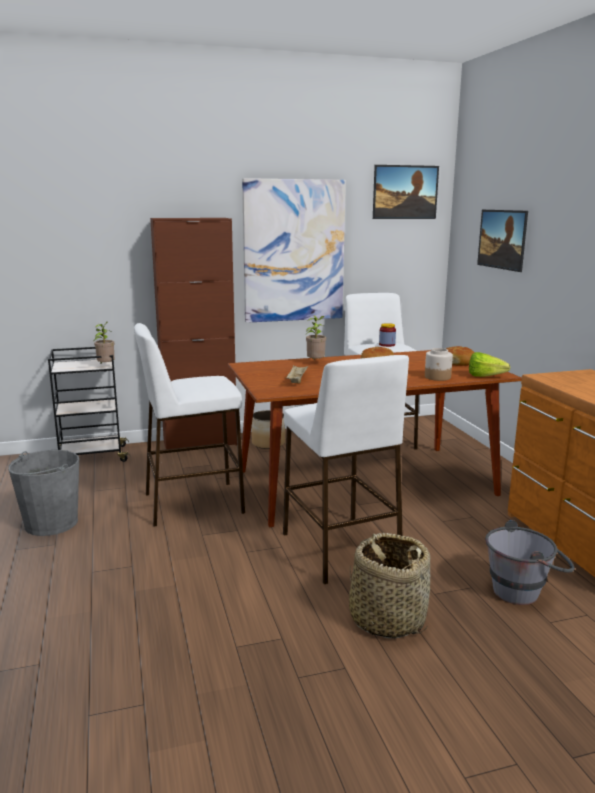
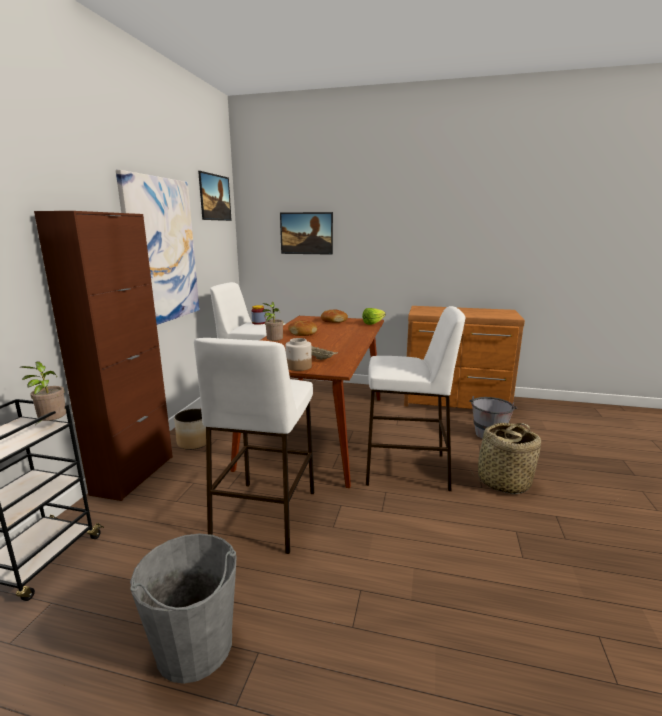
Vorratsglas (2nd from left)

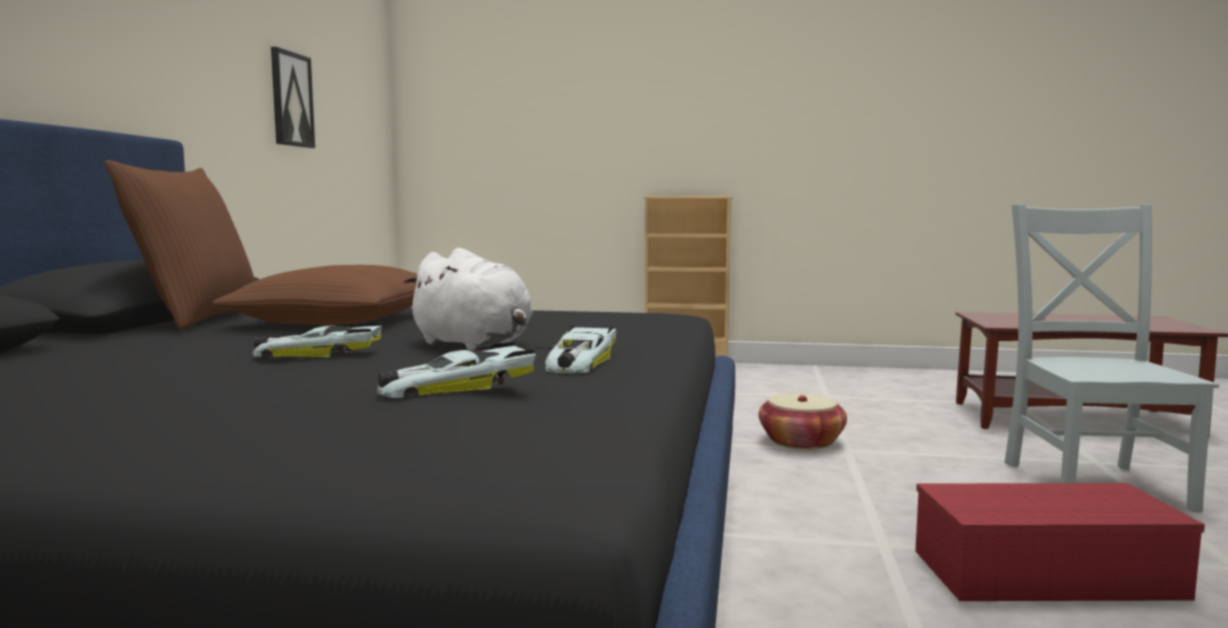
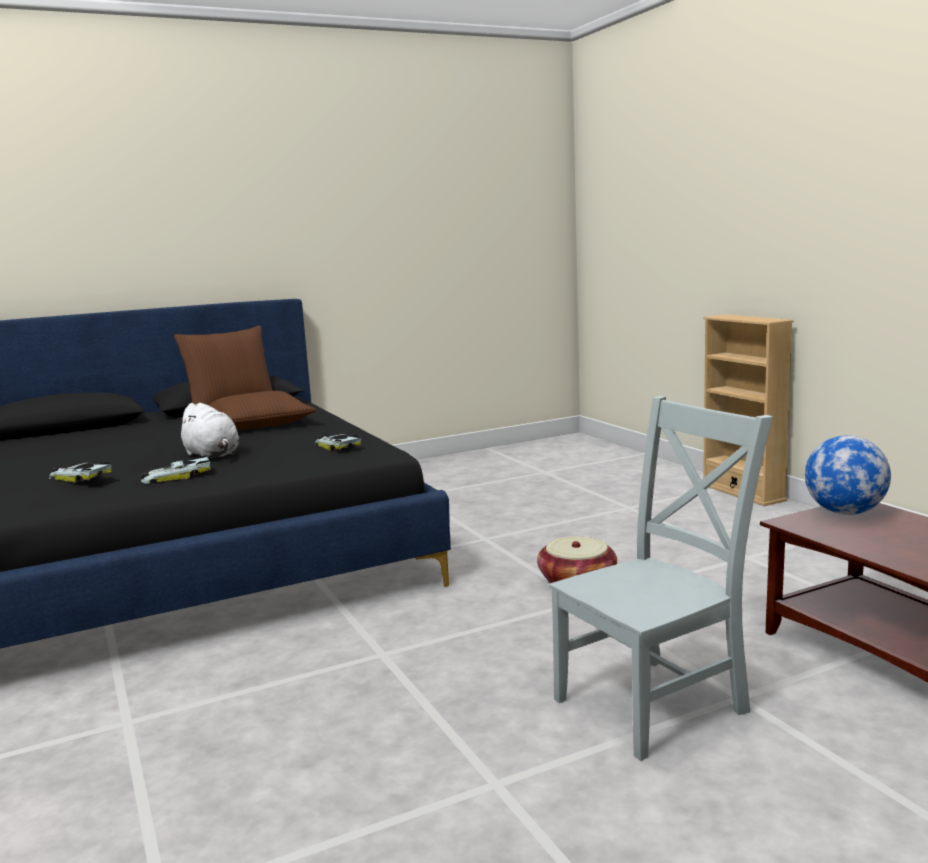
Bild; Plüschtier/weiß; Spielzeugauto (3rd from left); Aufbewahrungsbox/rot; Globus

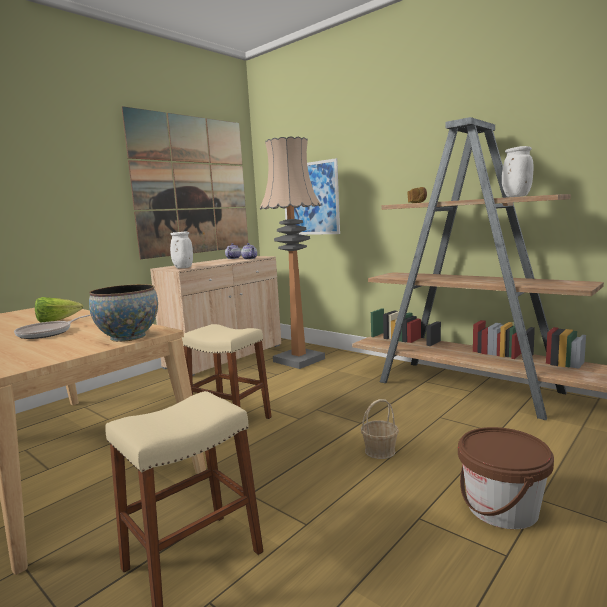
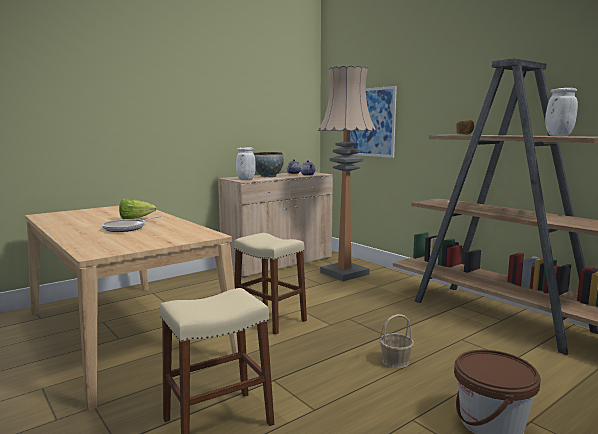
Bild (1st from left in the first image); Schüssel

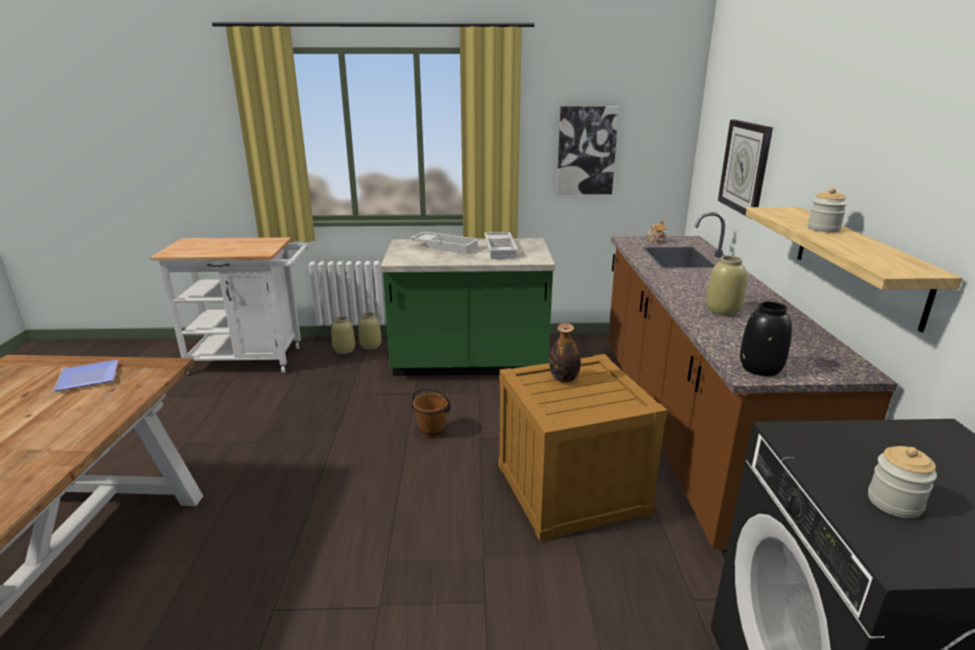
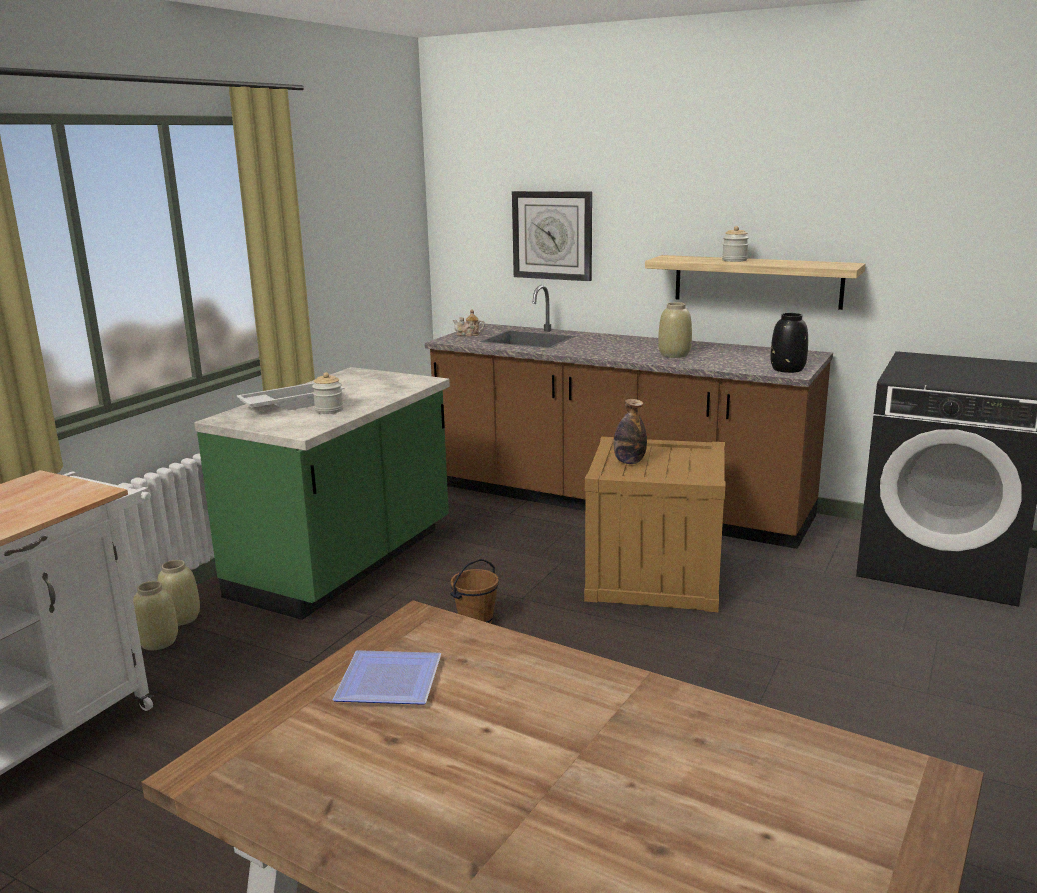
Bild; Tablett/weiß (2nd from left in the first image); Vorratsglas (1st from left)

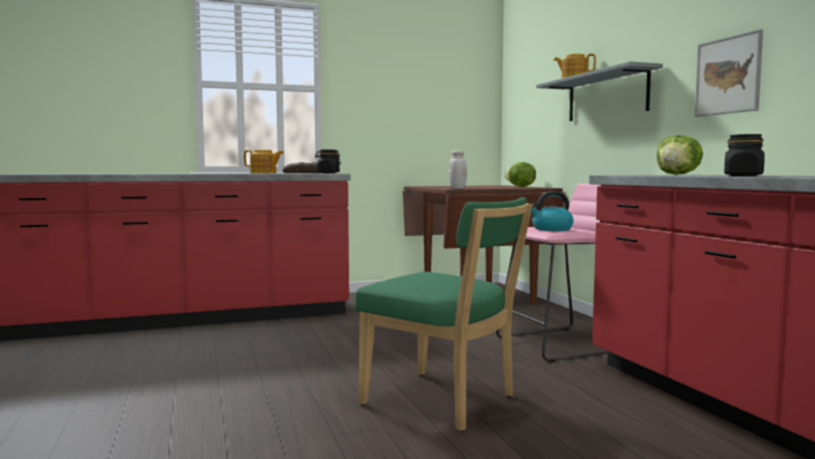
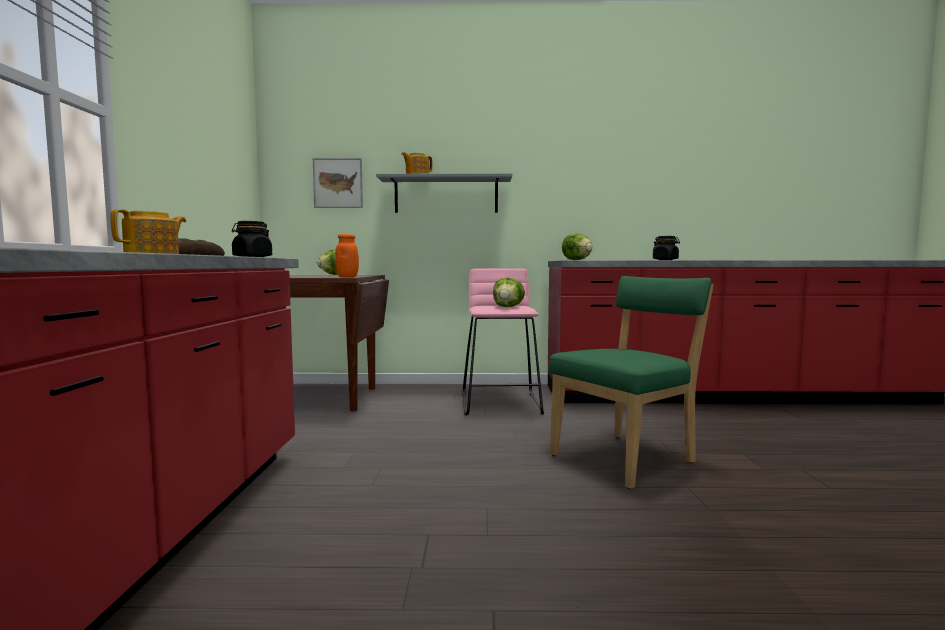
Bild; Vorratsglas/orange; Salatkopf (2nd from left)

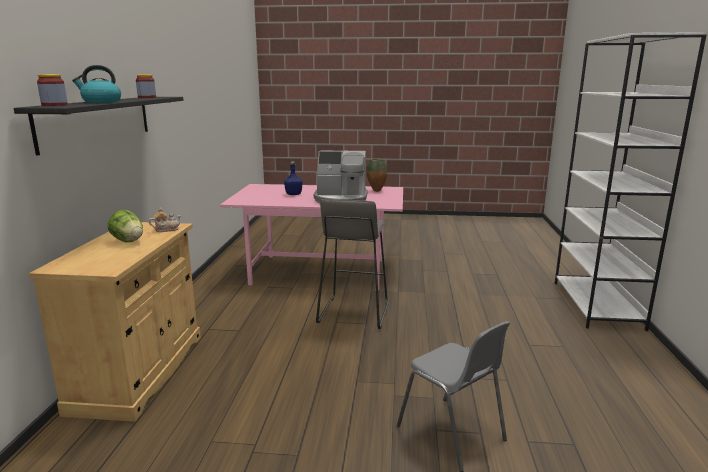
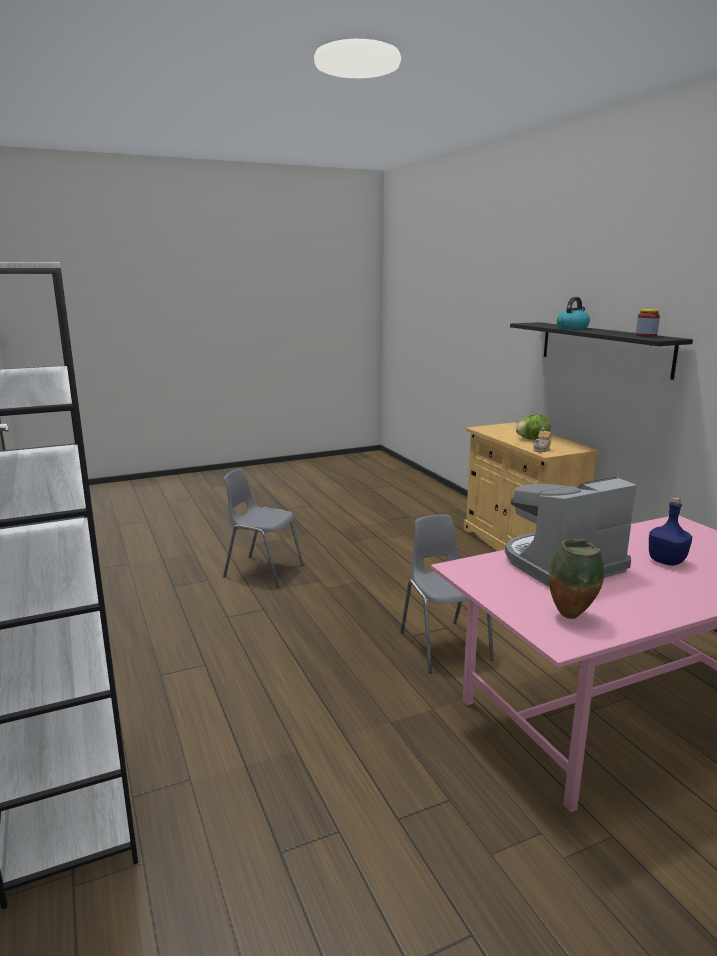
Vorratsglas (1st from left in the first image); Stuhl/grau (2nd from left)

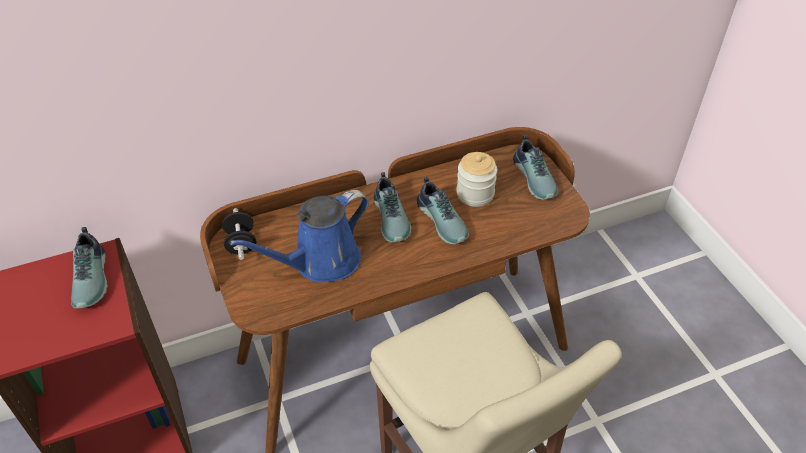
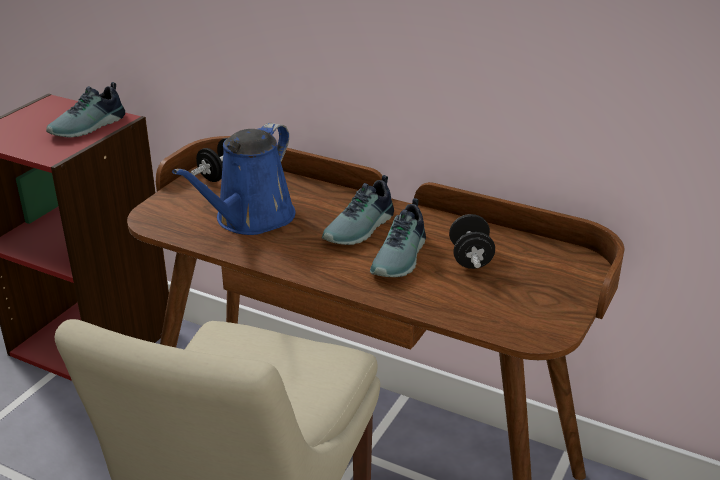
Schuh (4th from left in the first image); Hantel/schwarz (2nd from left); Gießkanne/blau

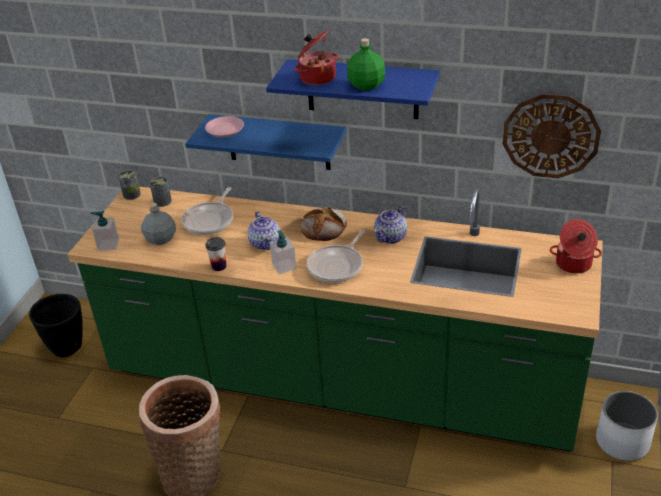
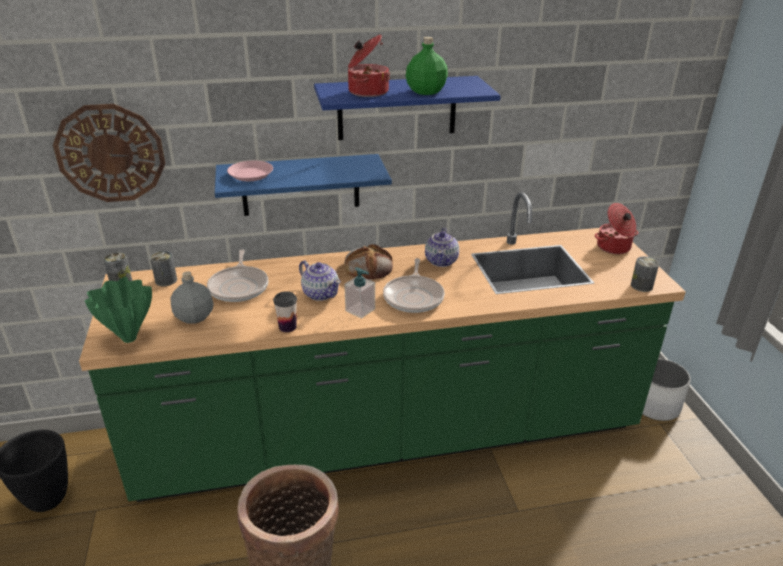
Wanduhr; Vase/grün; Dose (3rd from left)

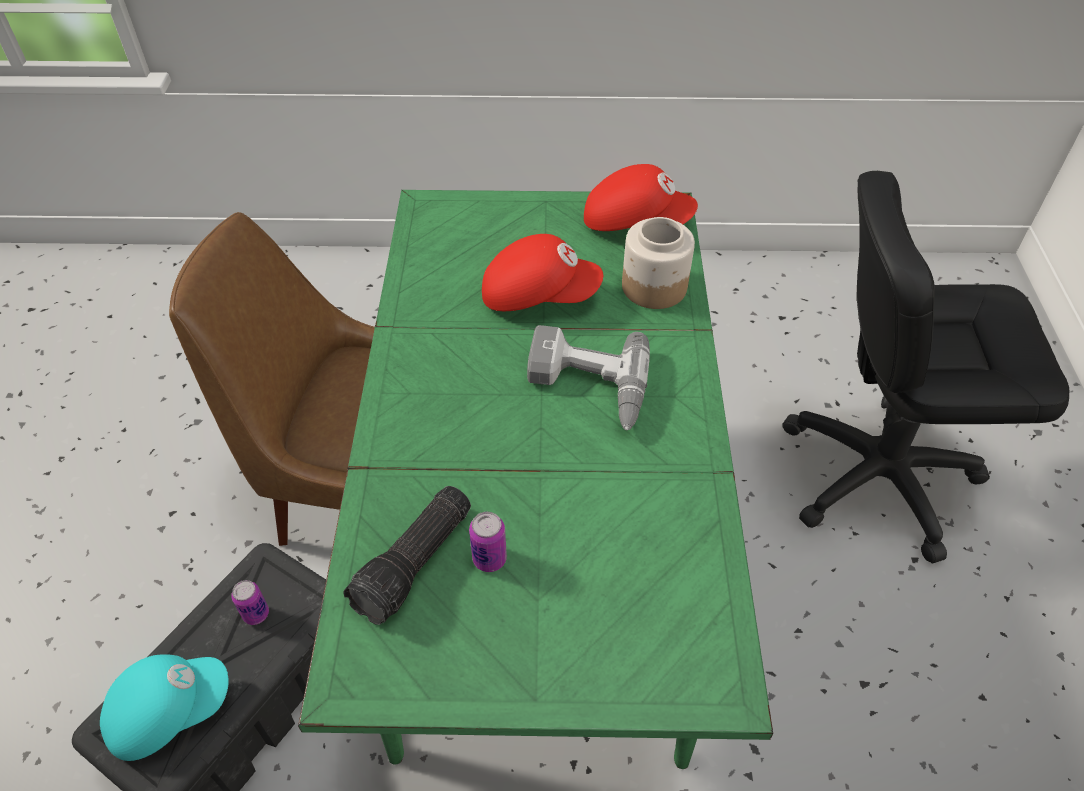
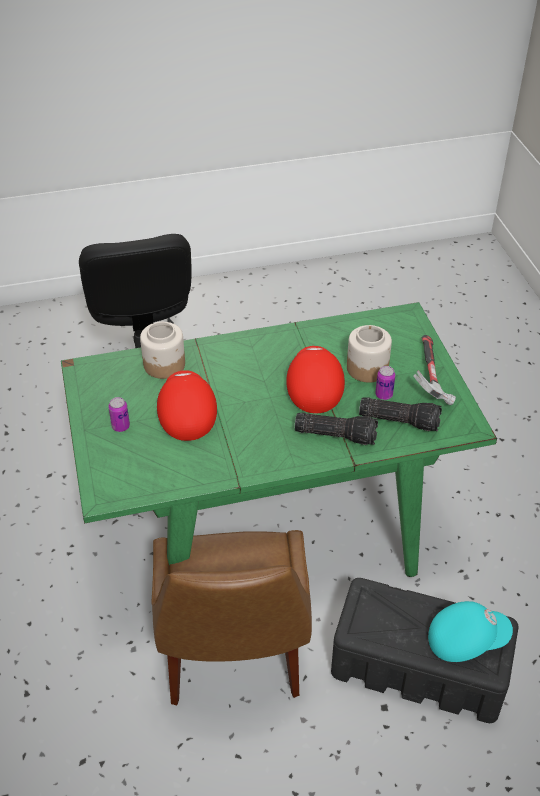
Kappe/rot (2nd from left); Bohrmaschine; Dose (1st from left); Kappe/türkis; Vorratsglas (2nd from left); Hammer; Taschenlampe (1st from left)

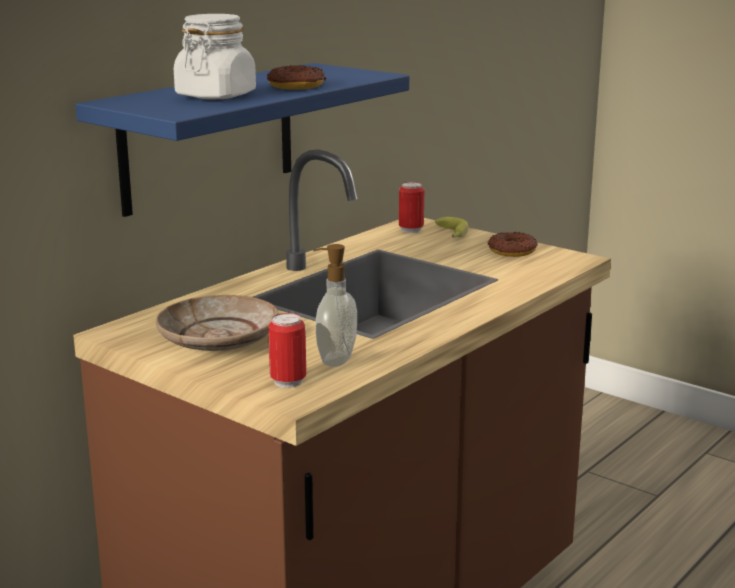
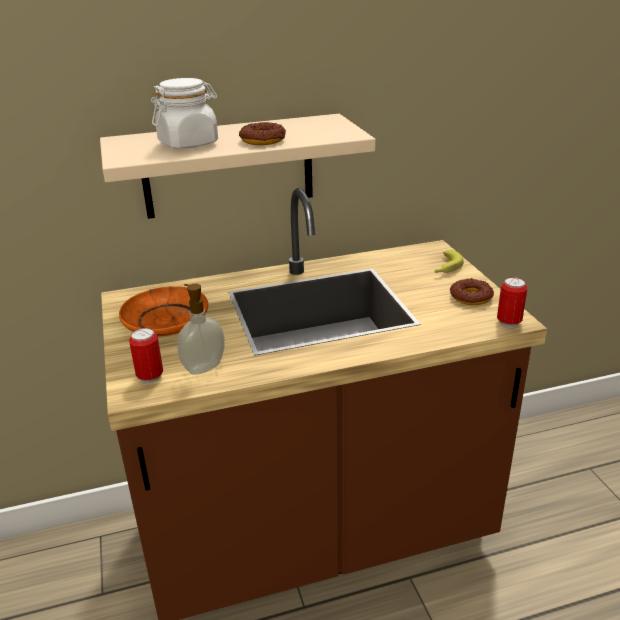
Wandregal/beige; Dose (2nd from left); Teller/orange

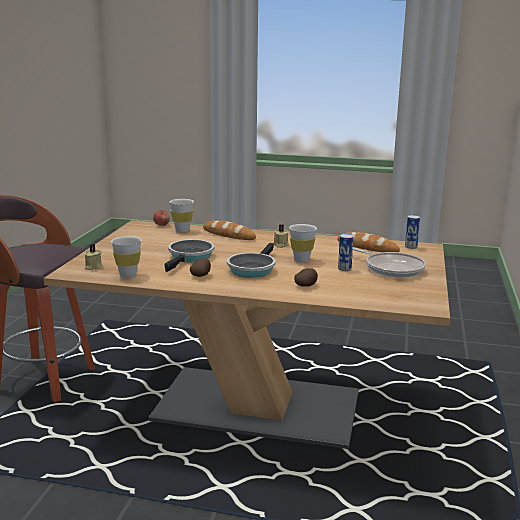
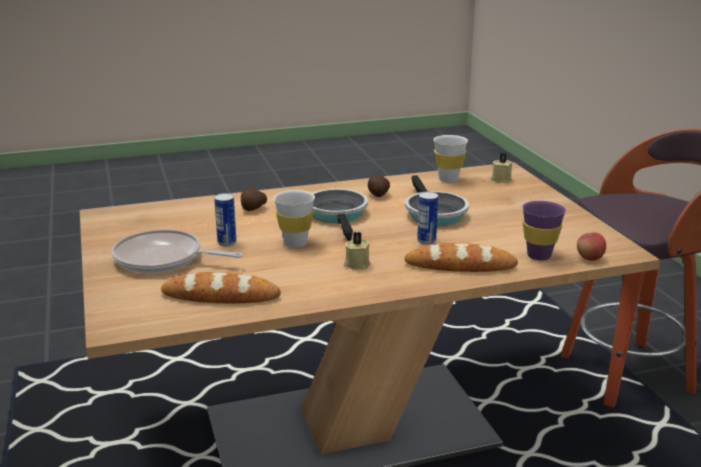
Tasse/lila; Dose (2nd from left)

